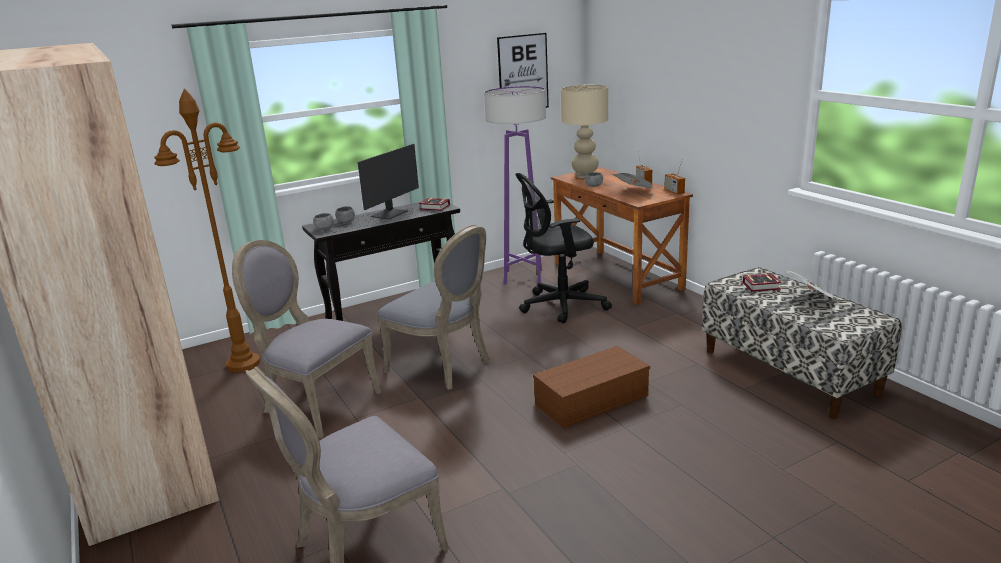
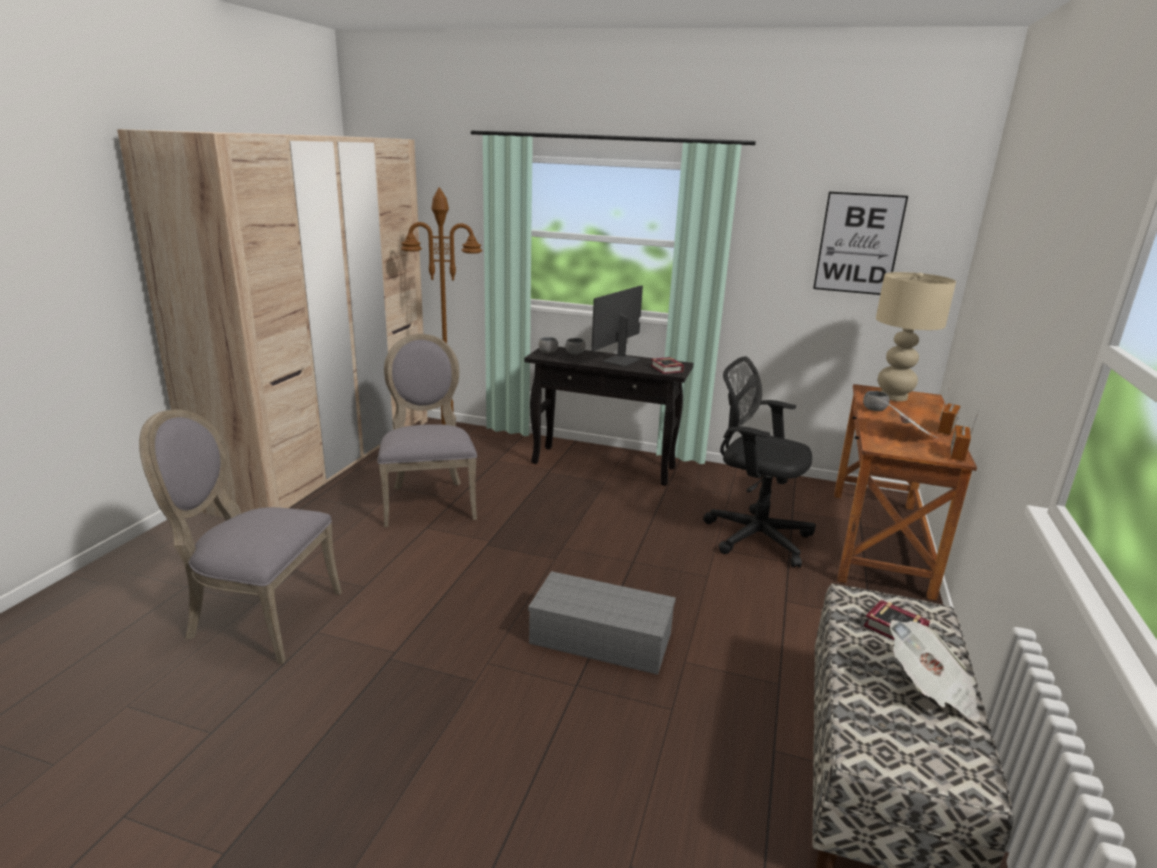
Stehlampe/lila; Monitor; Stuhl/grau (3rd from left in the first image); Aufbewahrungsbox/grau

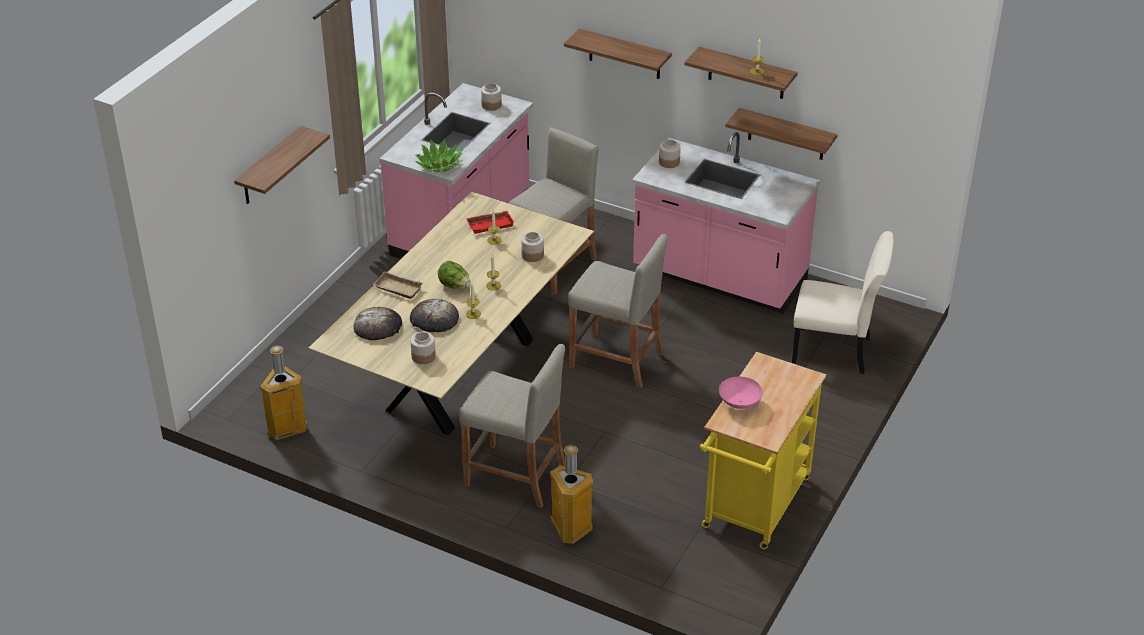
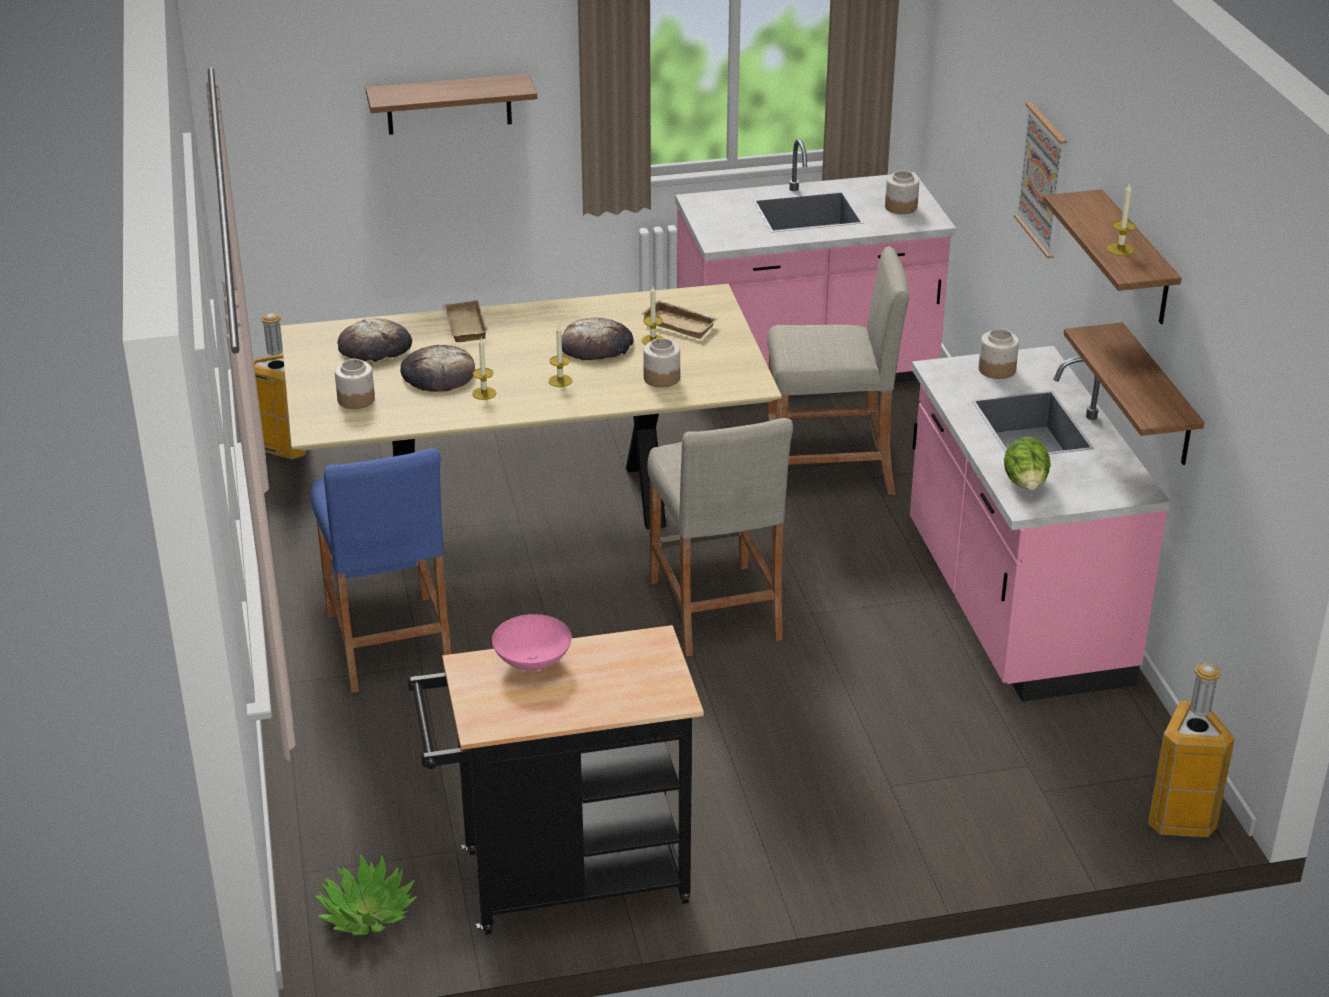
Bild; Topfpflanze; Tablett/beige (2nd from left); Stuhl/beige; Salatkopf; Hocker/blau; Rollwagen/schwarz; Mülleimer (2nd from left); Brot (3rd from left)

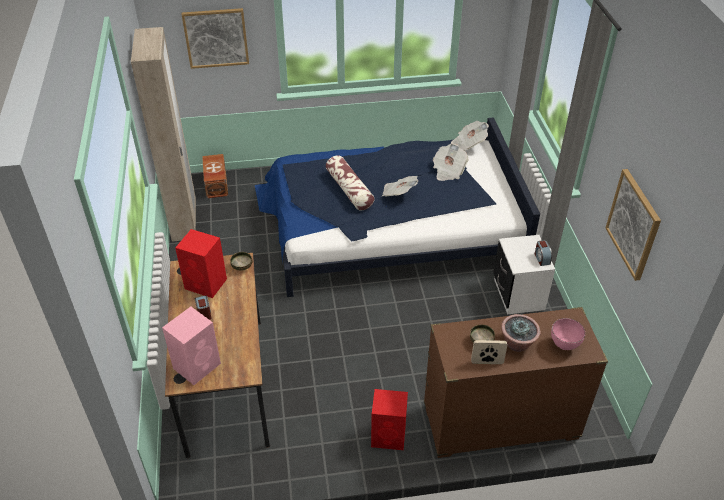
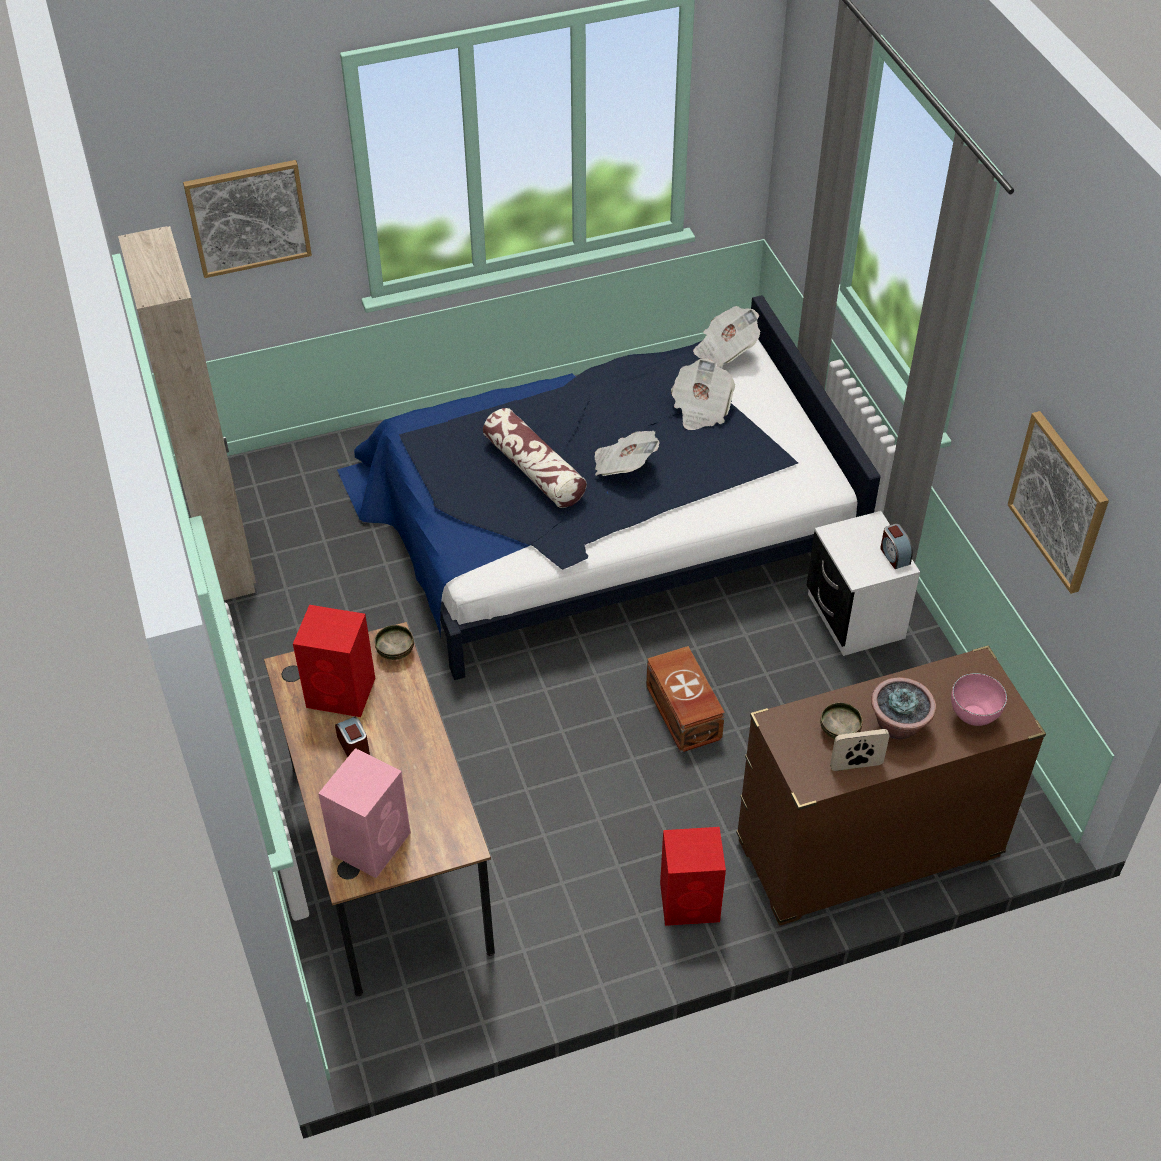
Aufbewahrungsbox/braun

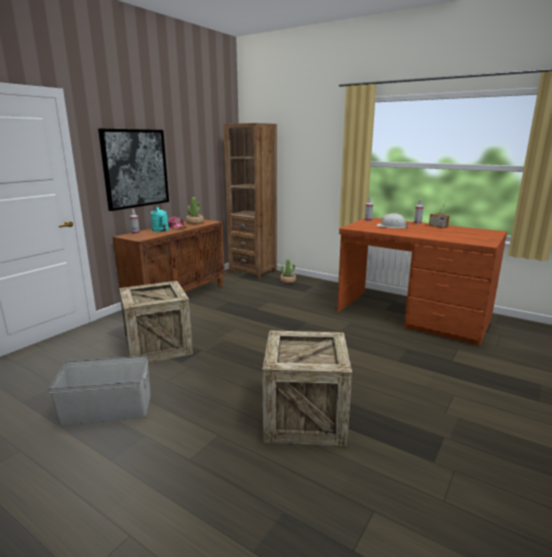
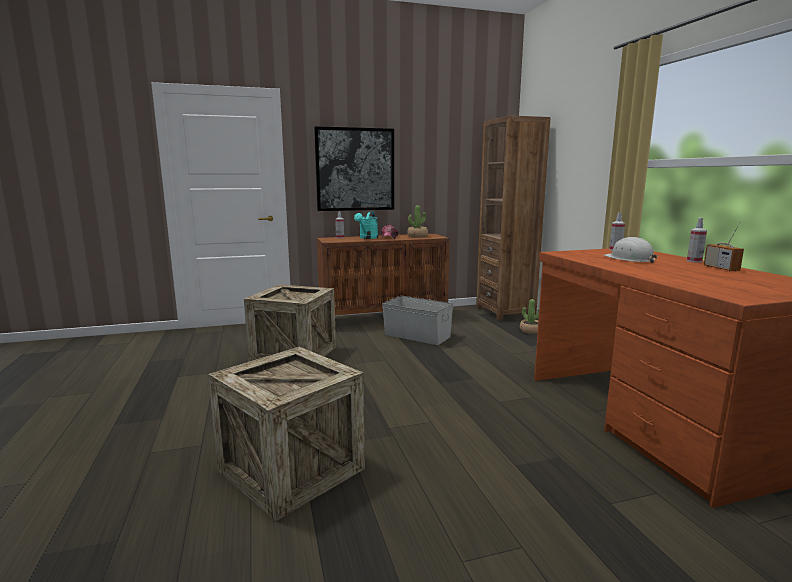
Aufbewahrungsbox/grau

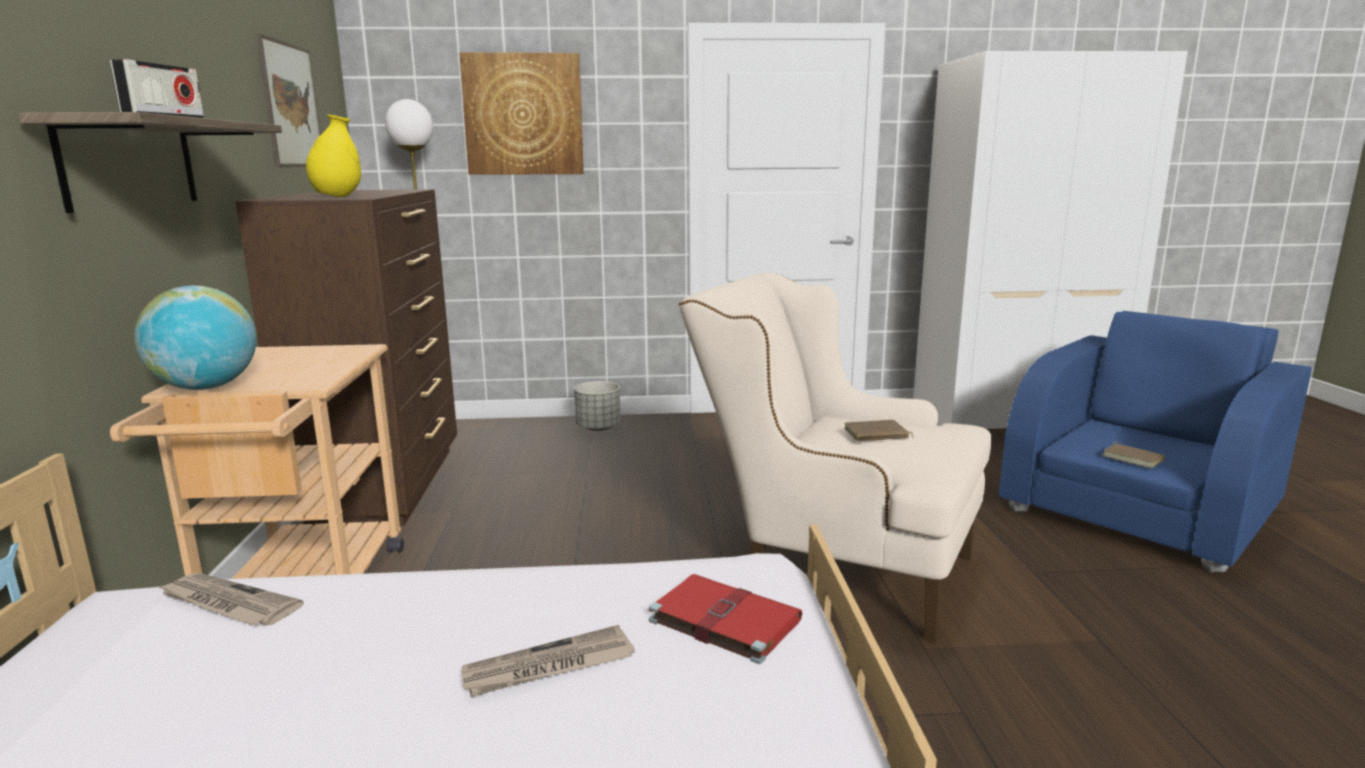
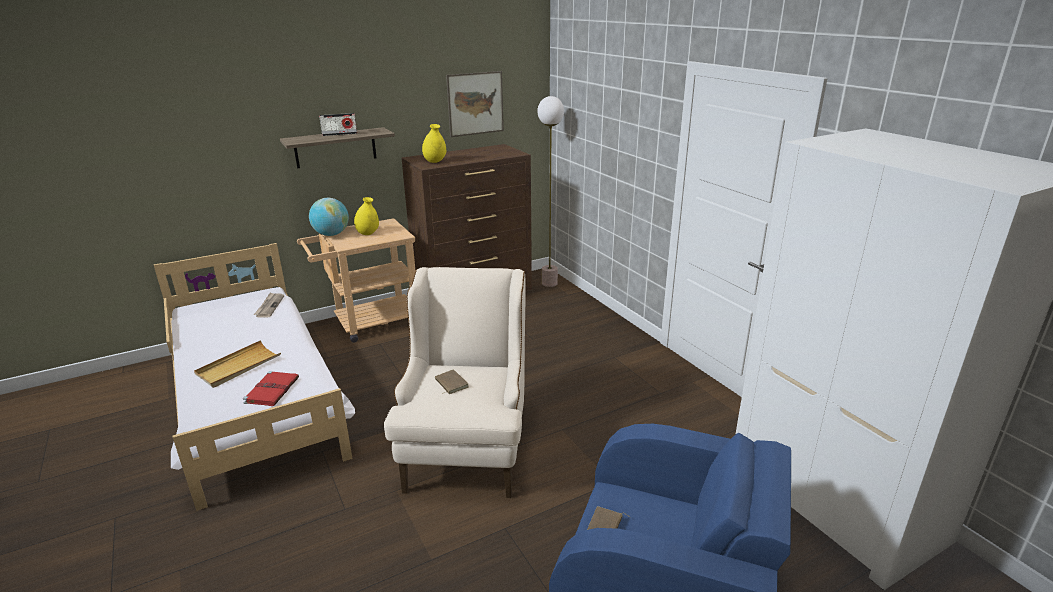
Bild (2nd from left in the first image); Pflanzkübel/grau; Tablett/beige; Vase/gelb (1st from left)

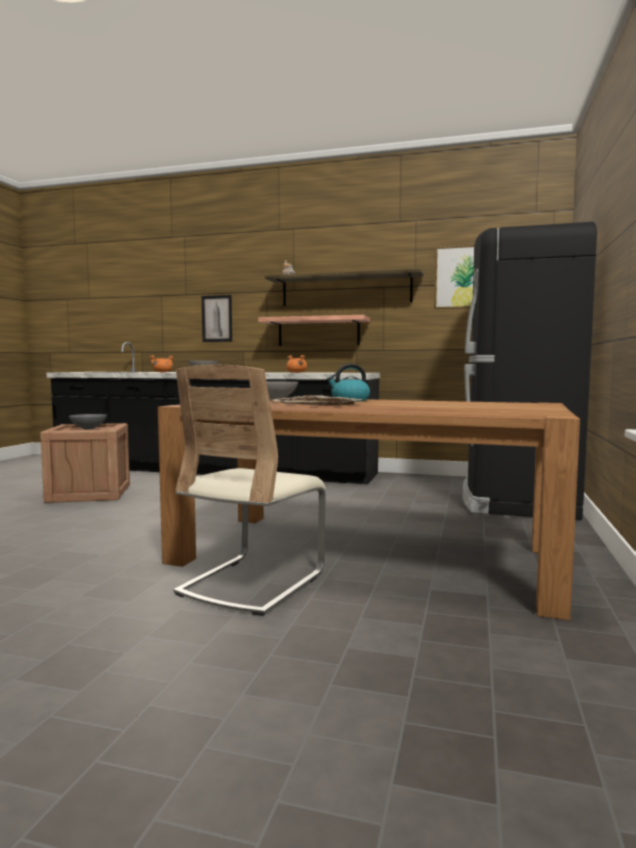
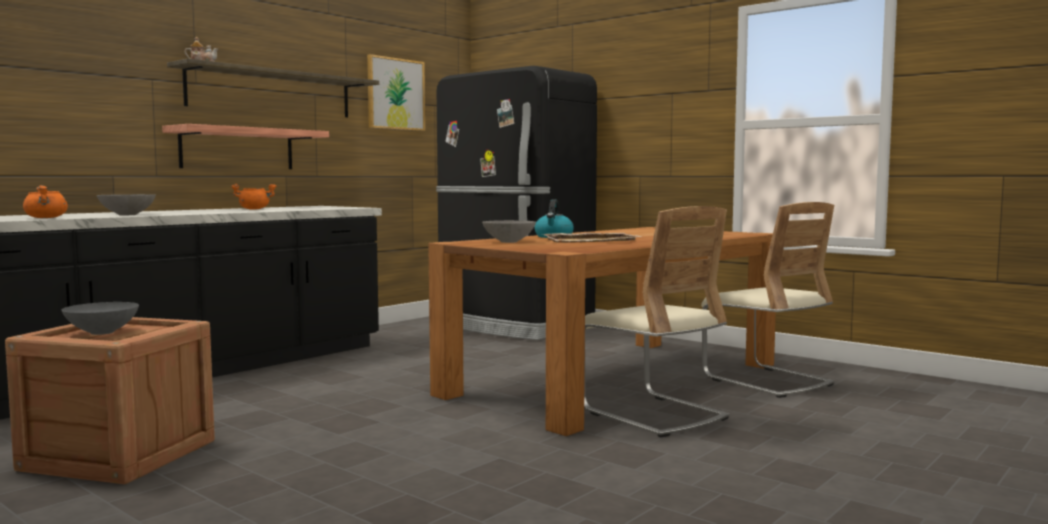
Bild (1st from left in the first image); Stuhl/beige (2nd from left)

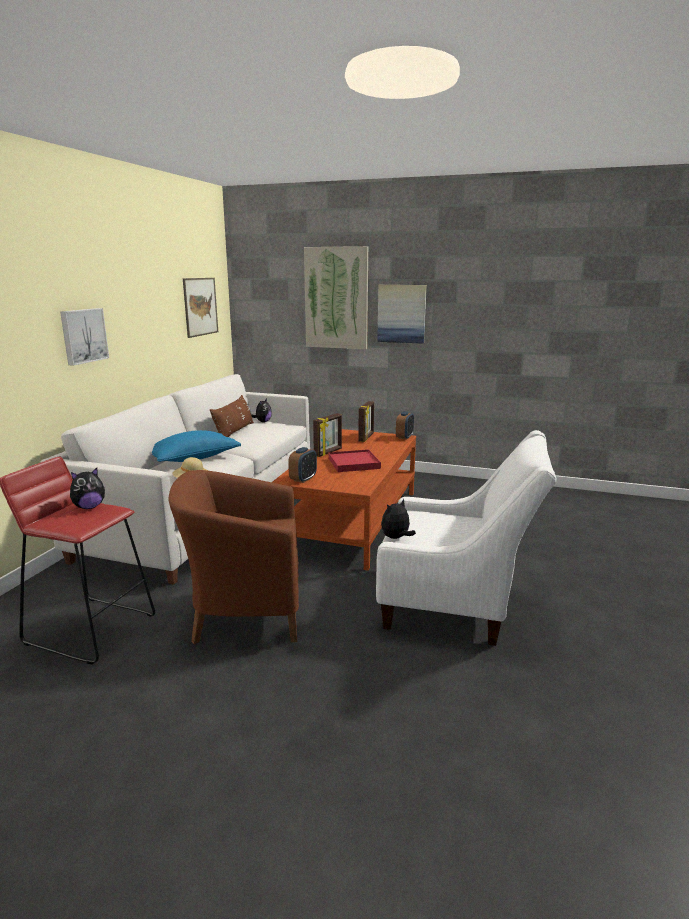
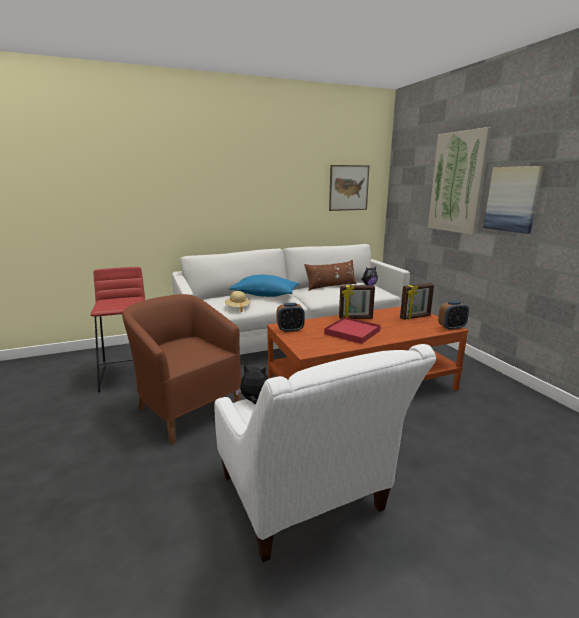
Bild (1st from left in the first image); Plüschtier (1st from left in the first image)

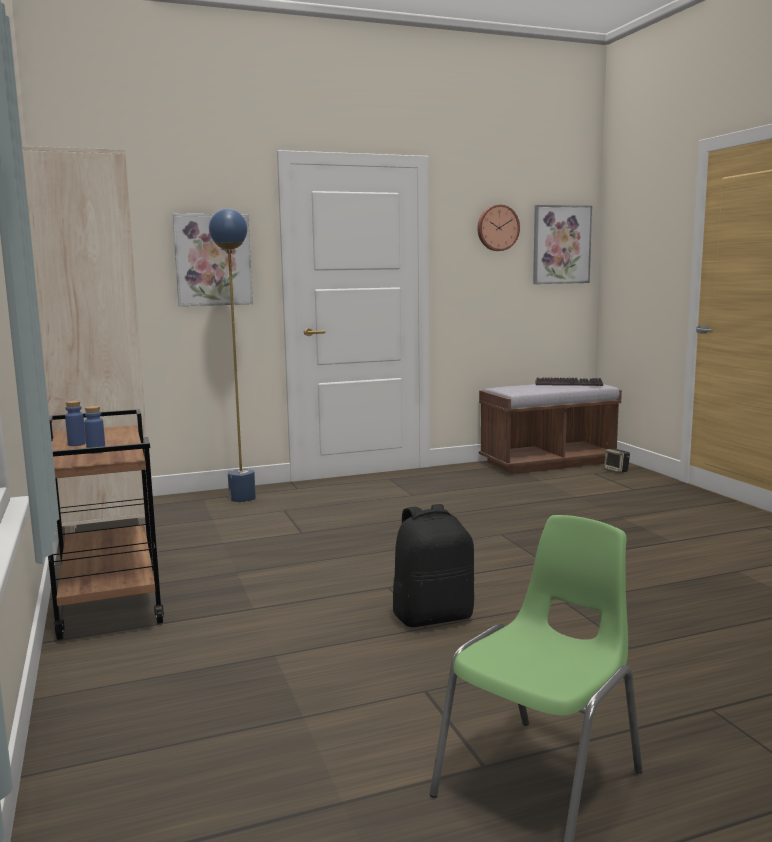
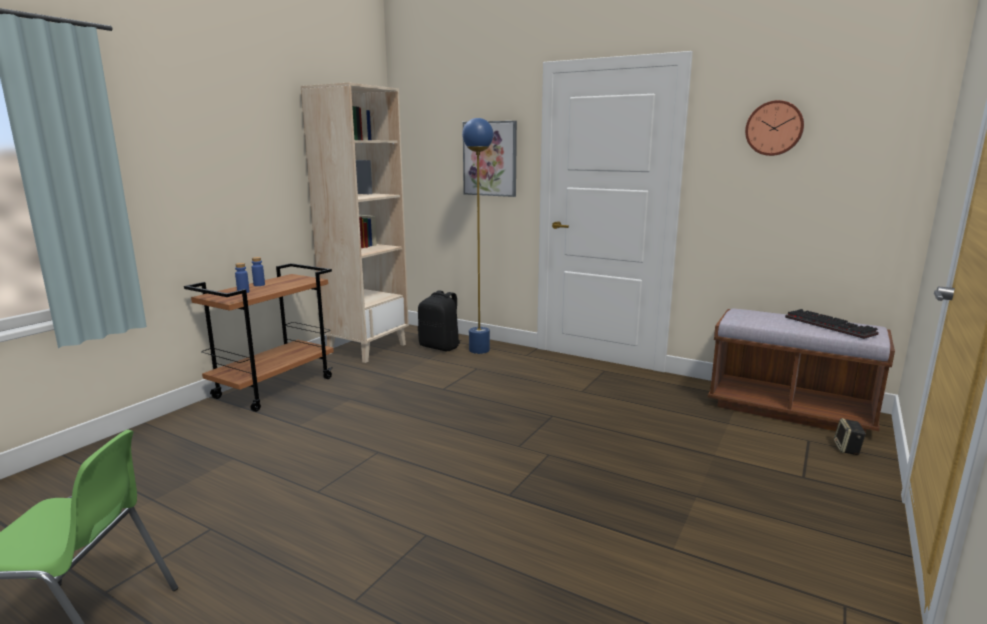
Bild (2nd from left in the first image); Rucksack/schwarz

